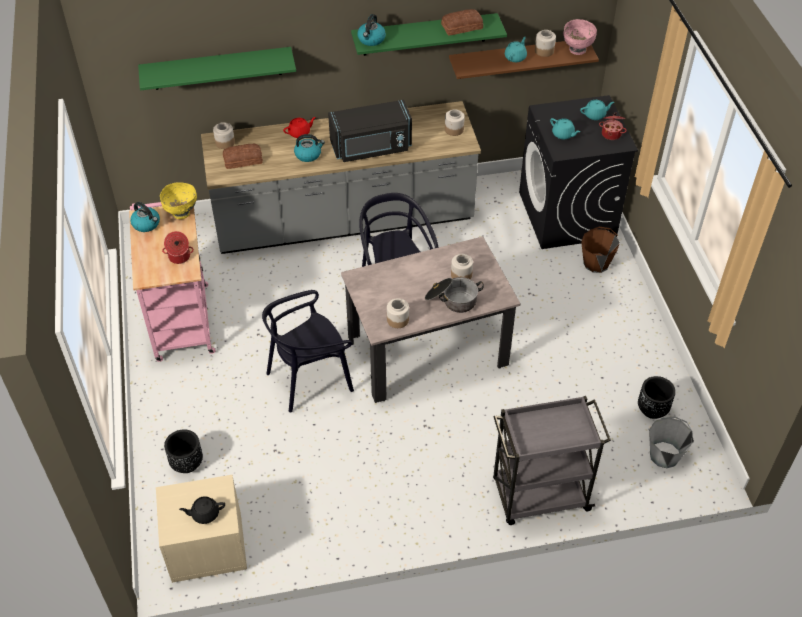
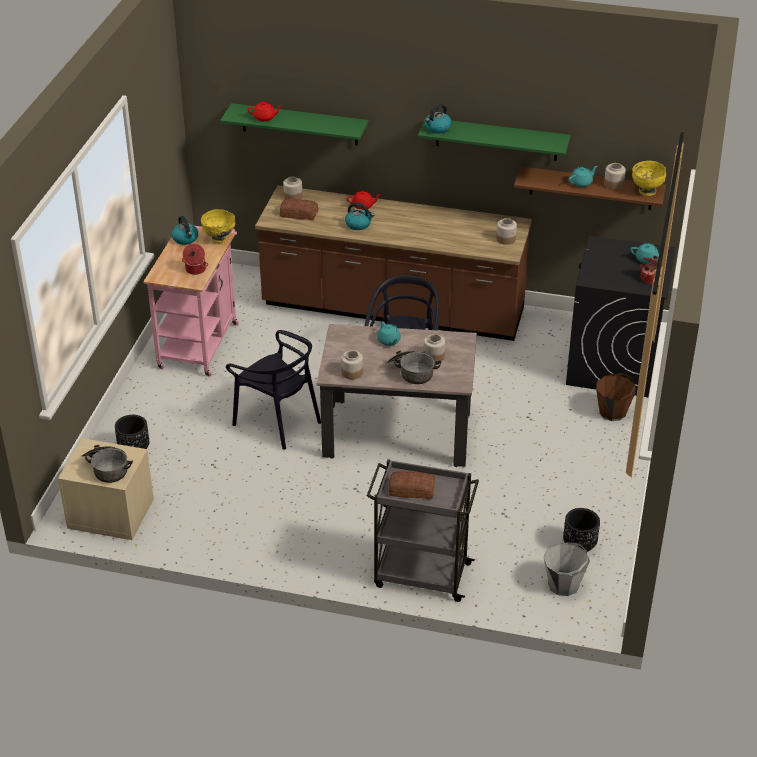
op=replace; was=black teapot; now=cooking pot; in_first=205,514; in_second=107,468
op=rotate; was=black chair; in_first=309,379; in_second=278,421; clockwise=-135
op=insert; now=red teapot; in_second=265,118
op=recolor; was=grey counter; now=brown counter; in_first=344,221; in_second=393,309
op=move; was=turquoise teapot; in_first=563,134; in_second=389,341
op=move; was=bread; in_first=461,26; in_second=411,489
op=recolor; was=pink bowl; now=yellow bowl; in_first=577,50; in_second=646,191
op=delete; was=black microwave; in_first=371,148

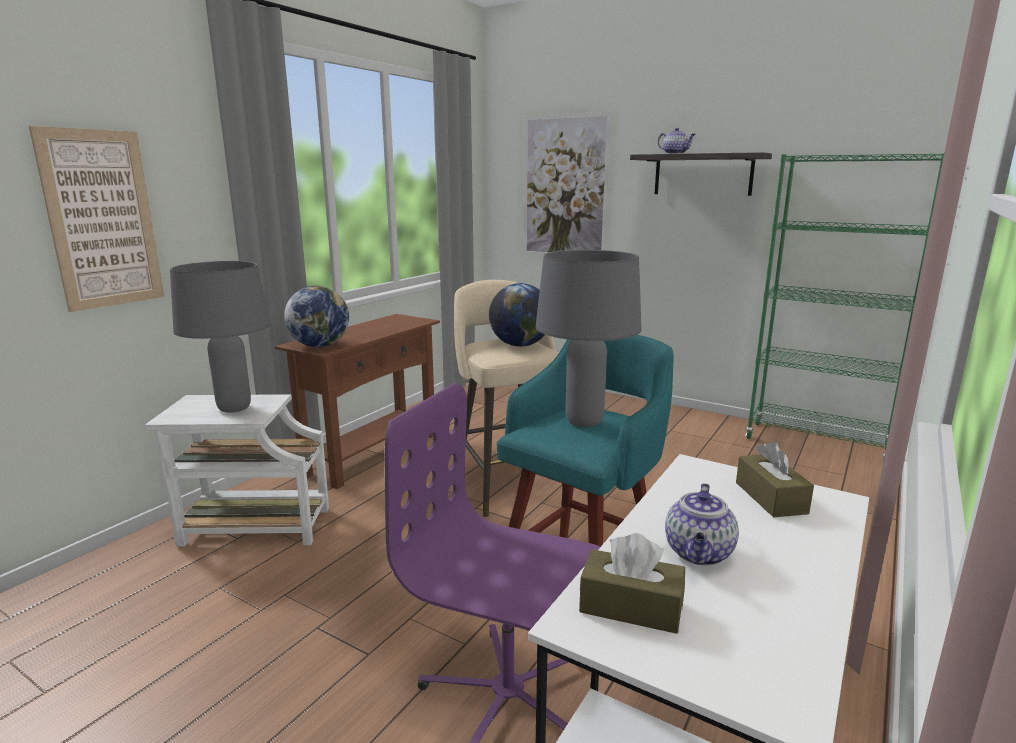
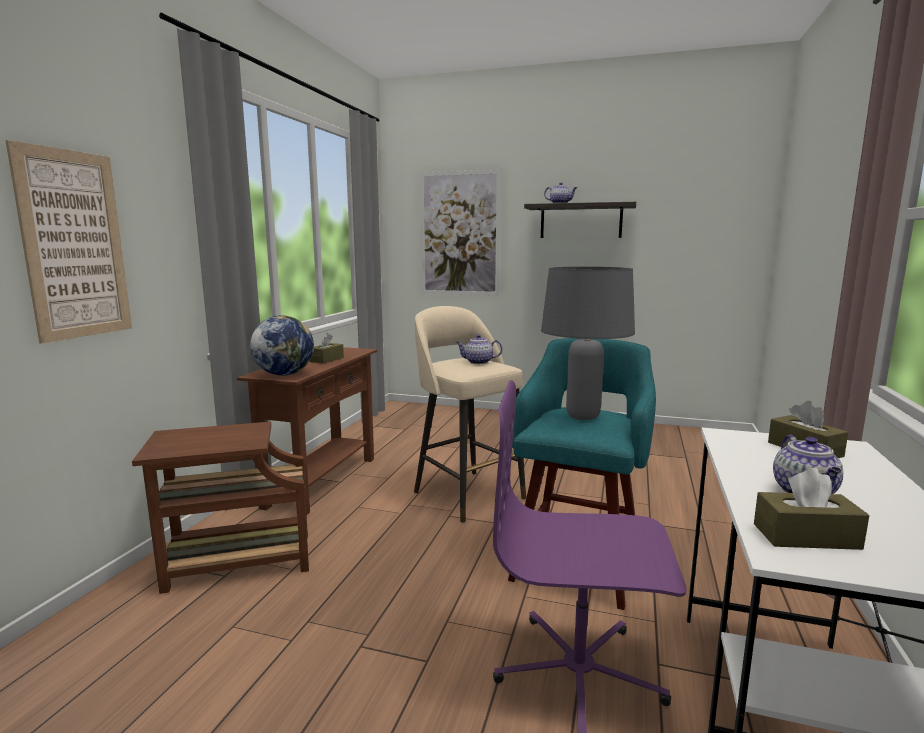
op=recolor; was=white side table; now=brown side table; in_first=252,527; in_second=235,563
op=insert; now=brown tissue box; in_second=327,359
op=replace; was=globe; now=teapot; in_first=519,345; in_second=478,362
op=delete; was=grey table lamp; in_first=233,408
op=delete; was=green bookcase; in_first=816,444

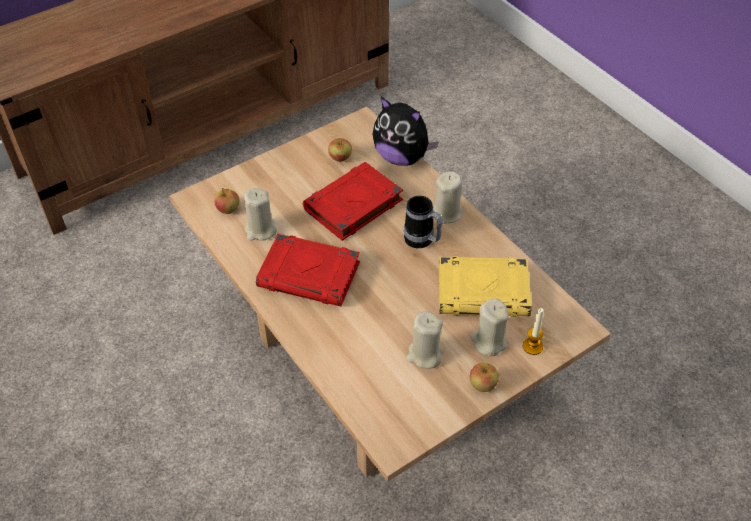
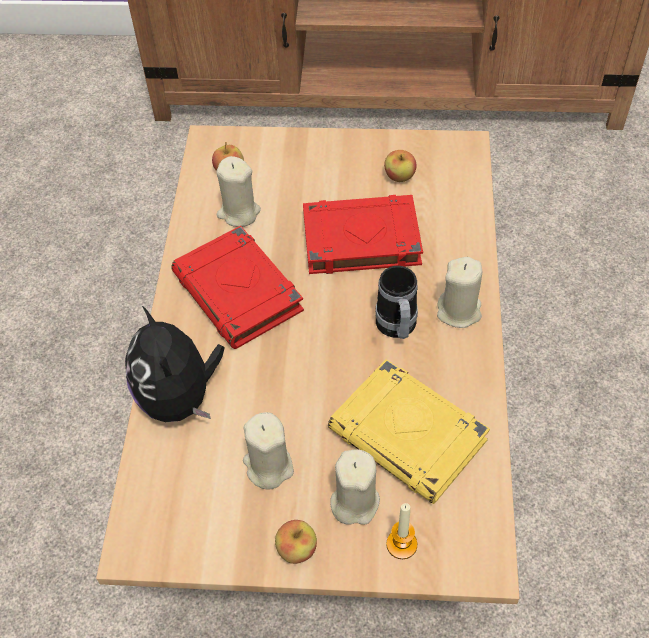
op=move; was=plush toy; in_first=402,157; in_second=180,398

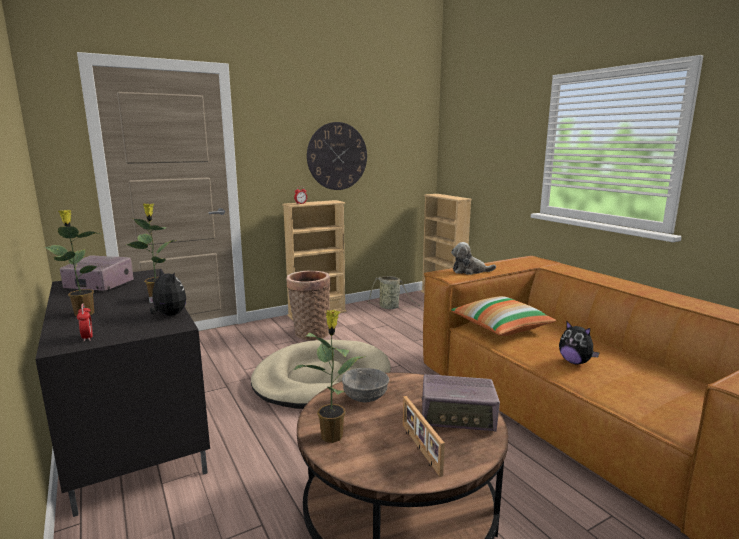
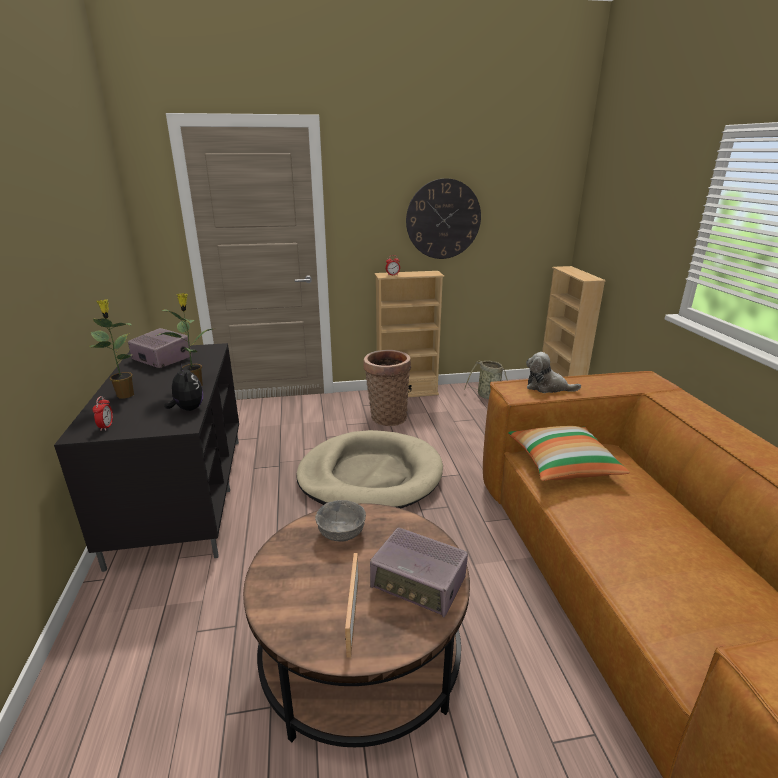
op=delete; was=potted plant; in_first=332,435
op=delete; was=plush toy; in_first=575,362

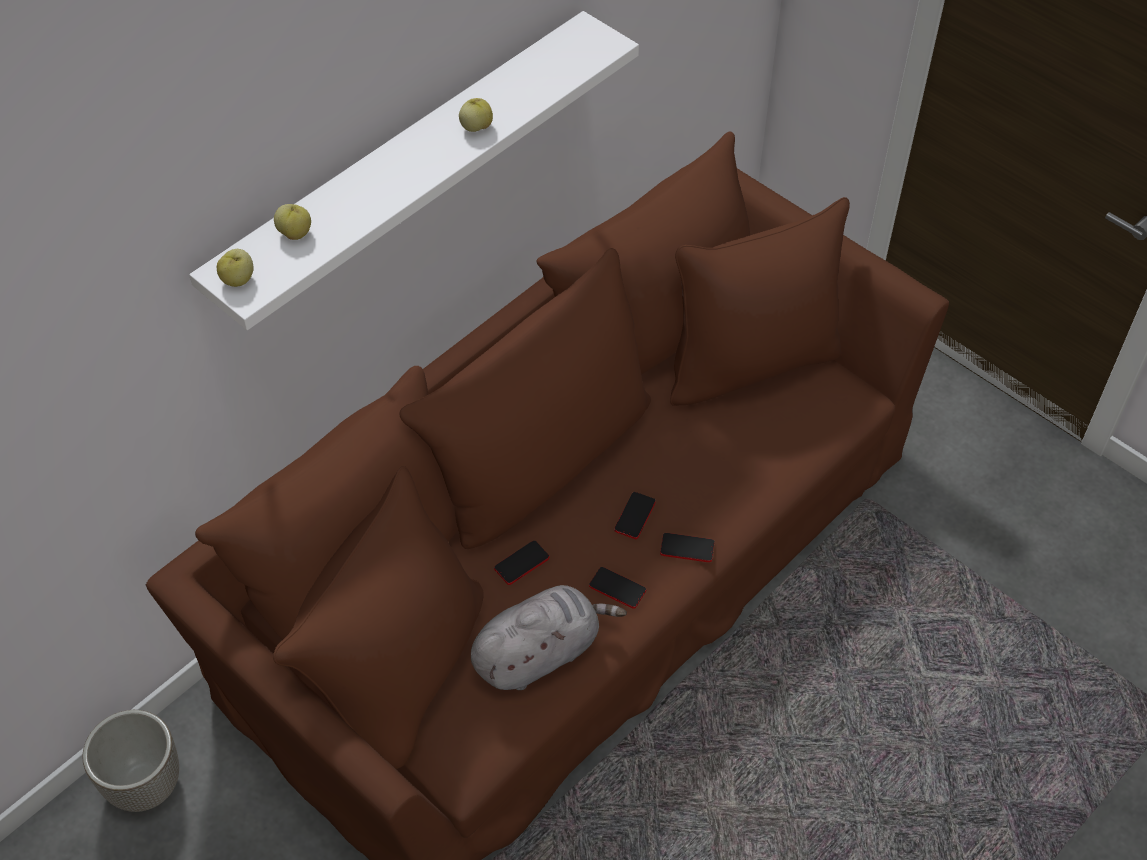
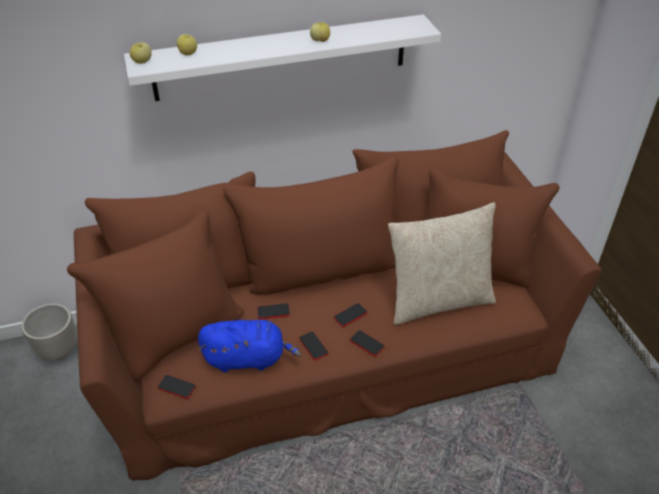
op=insert; now=phone; in_second=176,387
op=recolor; was=grey plush toy; now=blue plush toy; in_first=540,653; in_second=248,359
op=insert; now=beige pillow; in_second=438,300

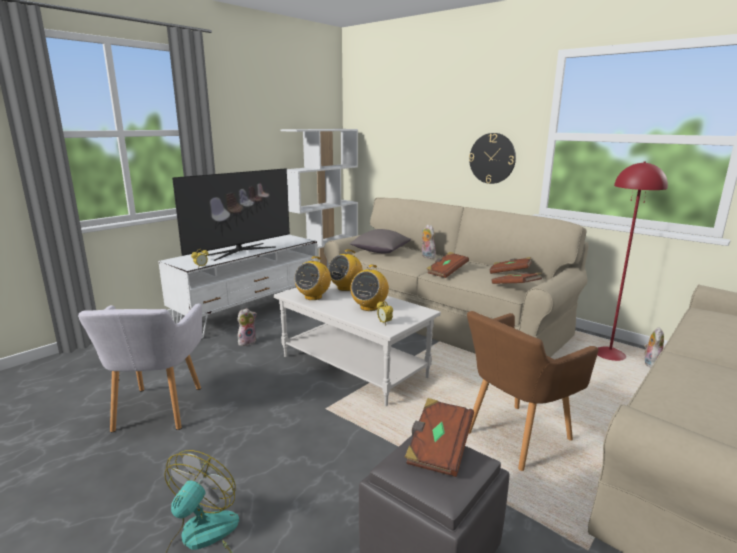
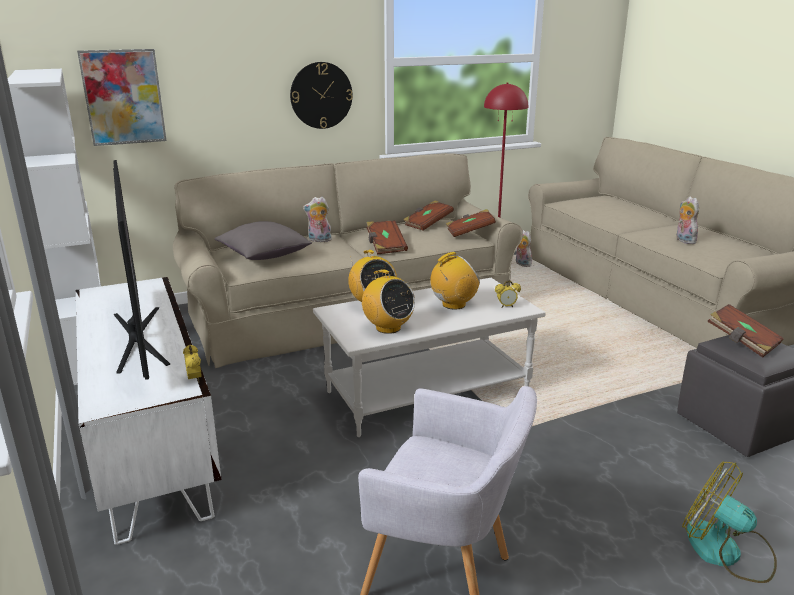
op=insert; now=picture; in_second=123,97
op=rotate; was=radio; in_first=369,307; in_second=453,304; clockwise=-75
op=move; was=plush toy; in_first=247,342; in_second=683,240
op=delete; was=brown armchair; in_first=514,437

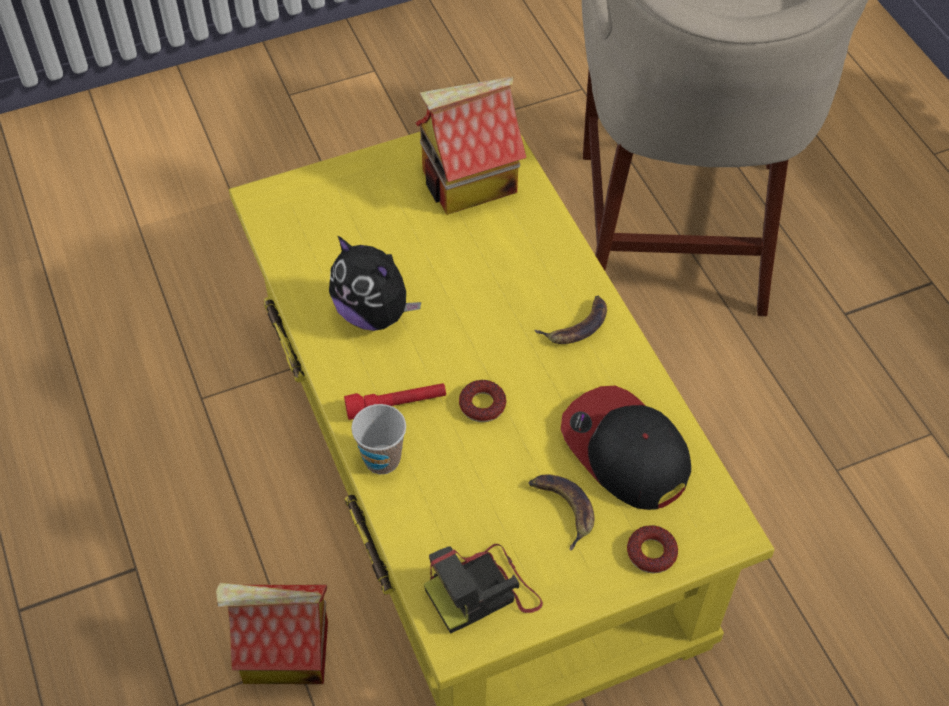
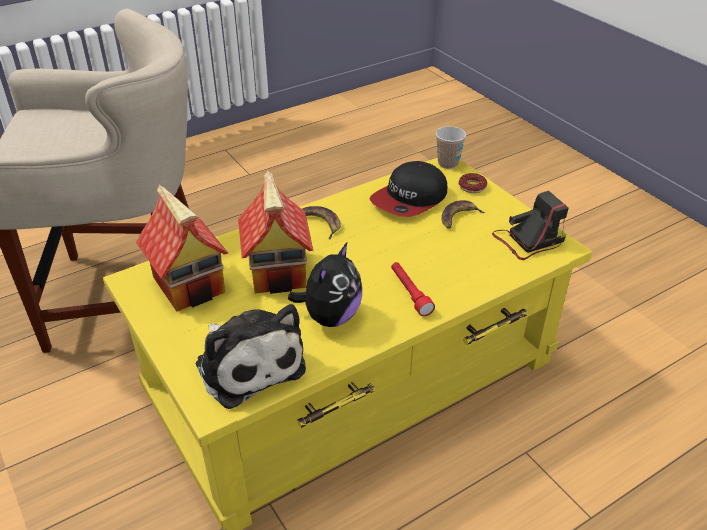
op=insert; now=plush toy; in_second=248,364
op=move; was=toy house; in_first=284,653; in_second=279,272
op=move; was=cup; in_first=382,459; in_second=448,163
op=rotate; was=photo camera; in_first=483,592; in_second=528,241; clockwise=-75
op=delete; was=donut; in_first=482,405

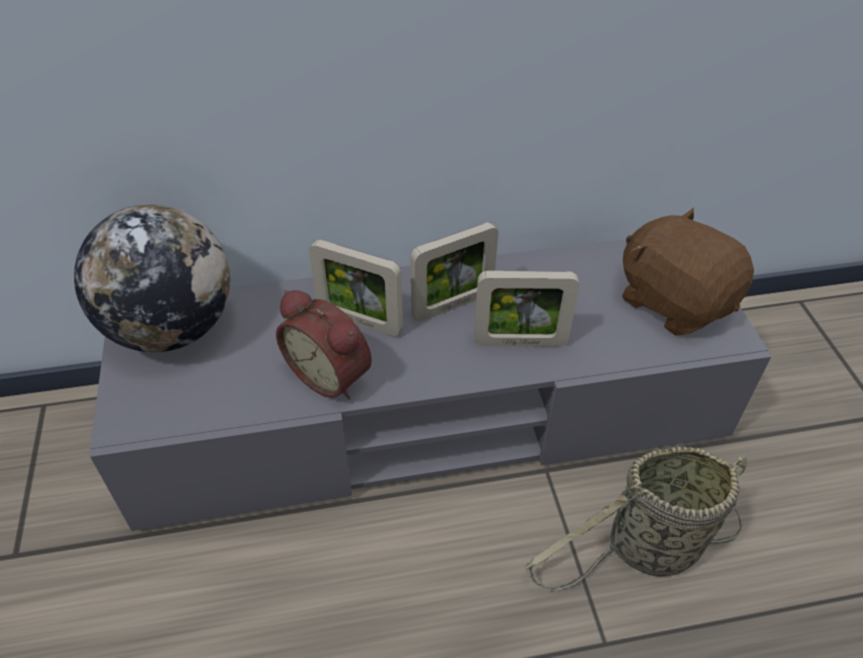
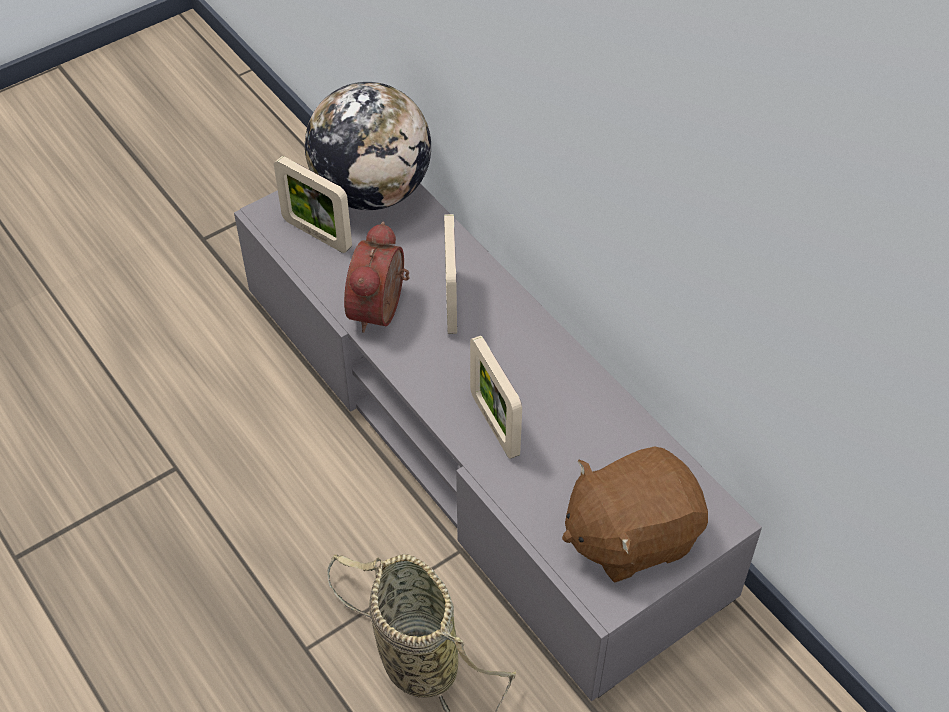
op=move; was=picture frame; in_first=452,305; in_second=317,234
op=rotate; was=brown plush toy; in_first=674,301; in_second=630,535; clockwise=-135

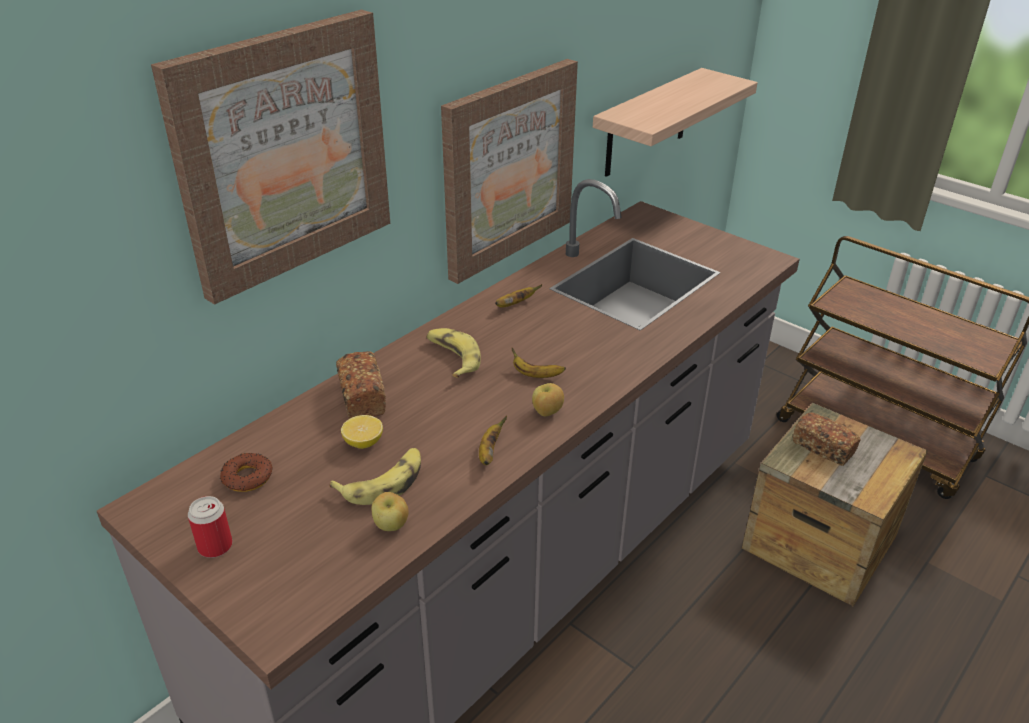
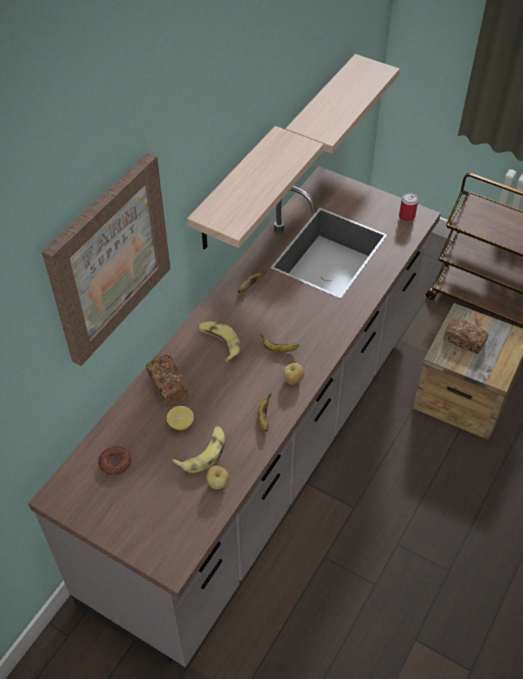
op=replace; was=picture; now=shelf; in_first=507,168; in_second=233,192
op=move; was=can; in_first=215,546; in_second=406,217

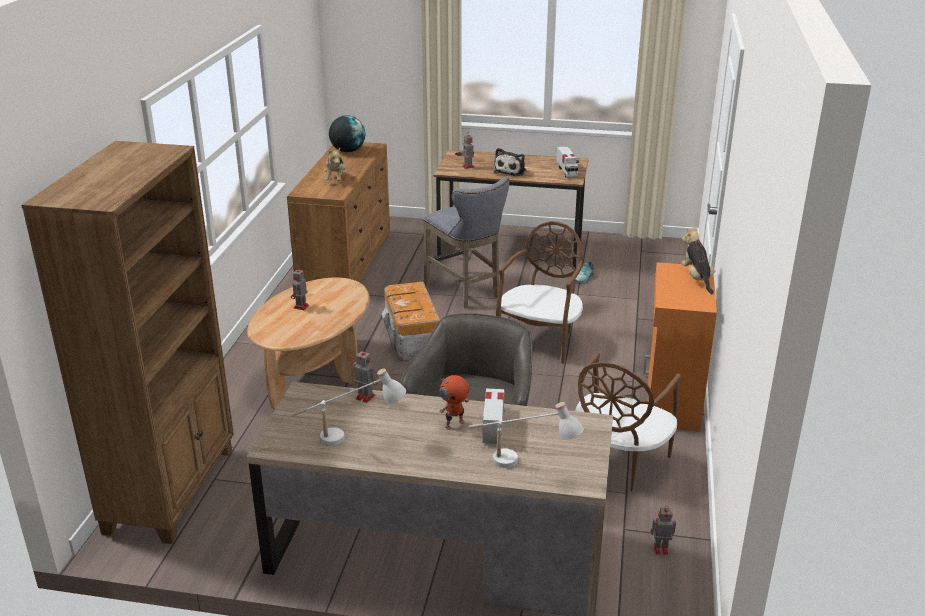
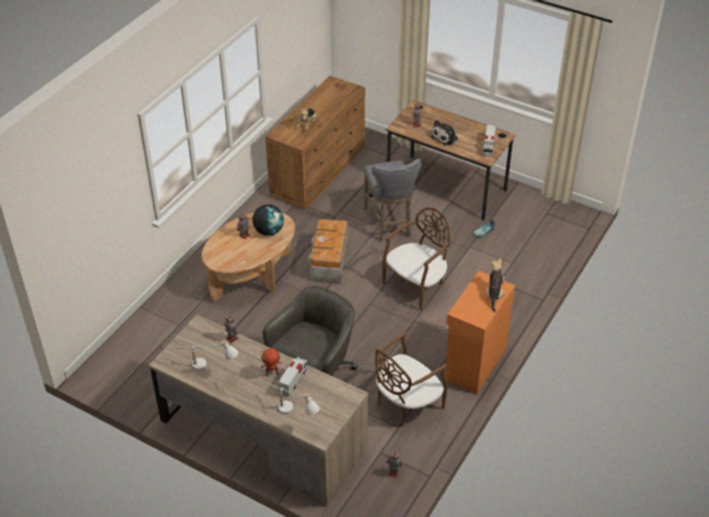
op=move; was=globe; in_first=348,151; in_second=269,231
op=delete; was=brown bookcase; in_first=172,489

